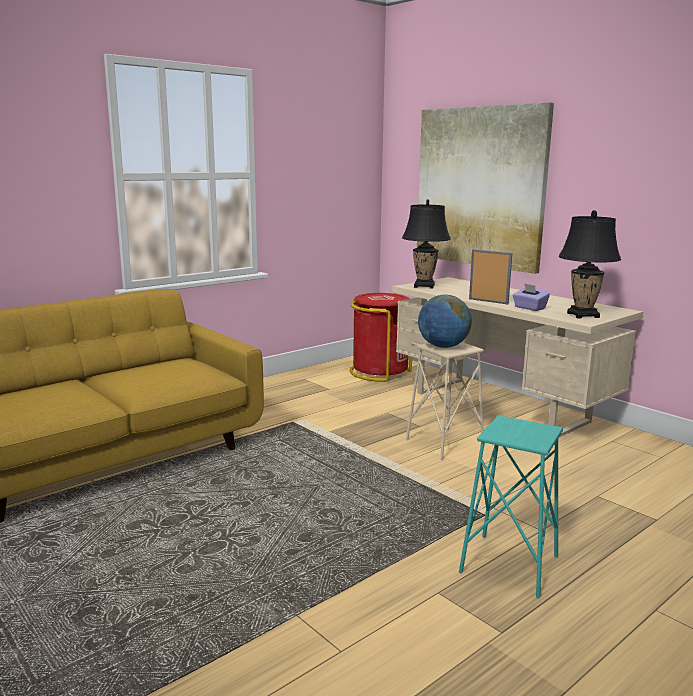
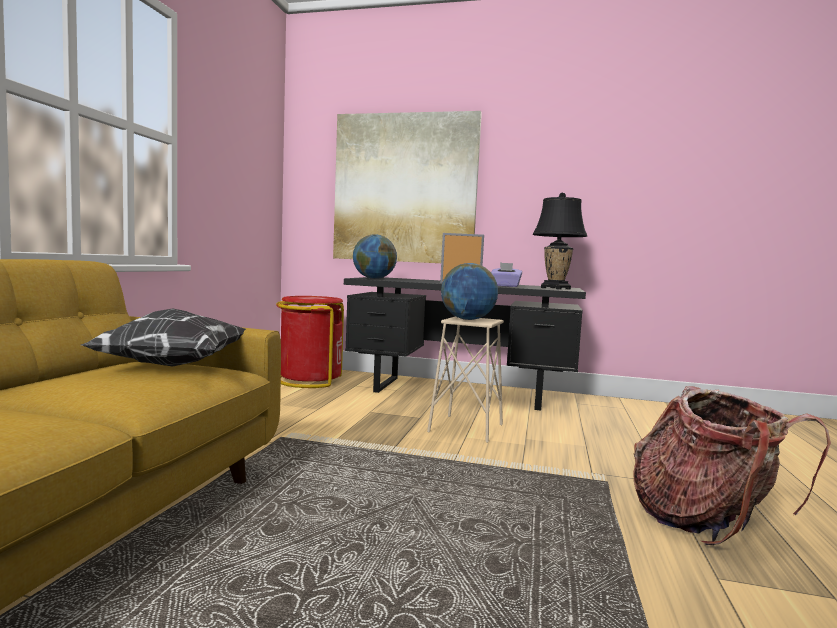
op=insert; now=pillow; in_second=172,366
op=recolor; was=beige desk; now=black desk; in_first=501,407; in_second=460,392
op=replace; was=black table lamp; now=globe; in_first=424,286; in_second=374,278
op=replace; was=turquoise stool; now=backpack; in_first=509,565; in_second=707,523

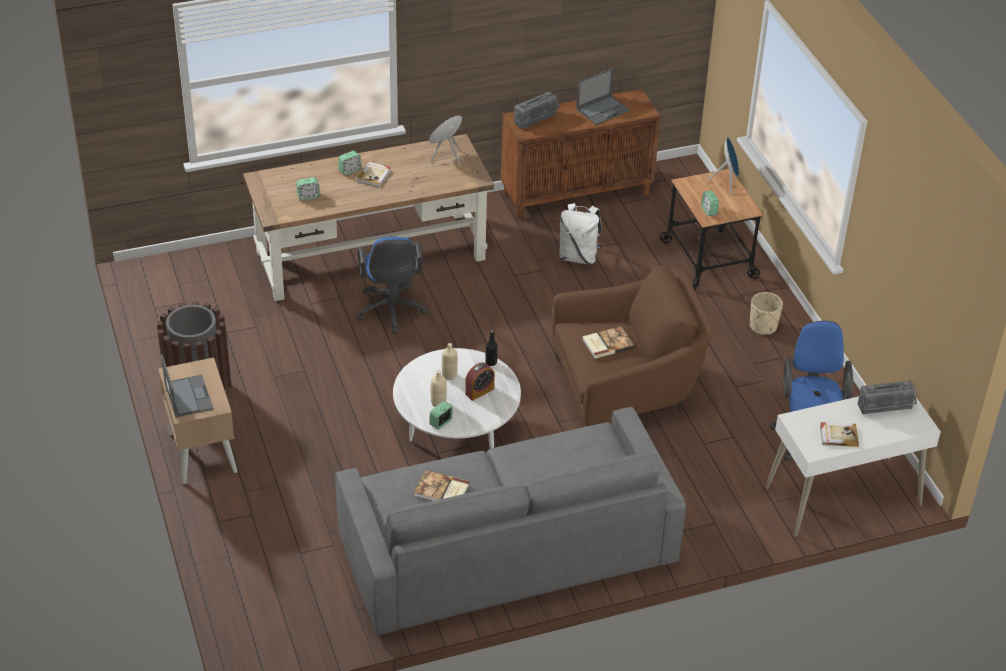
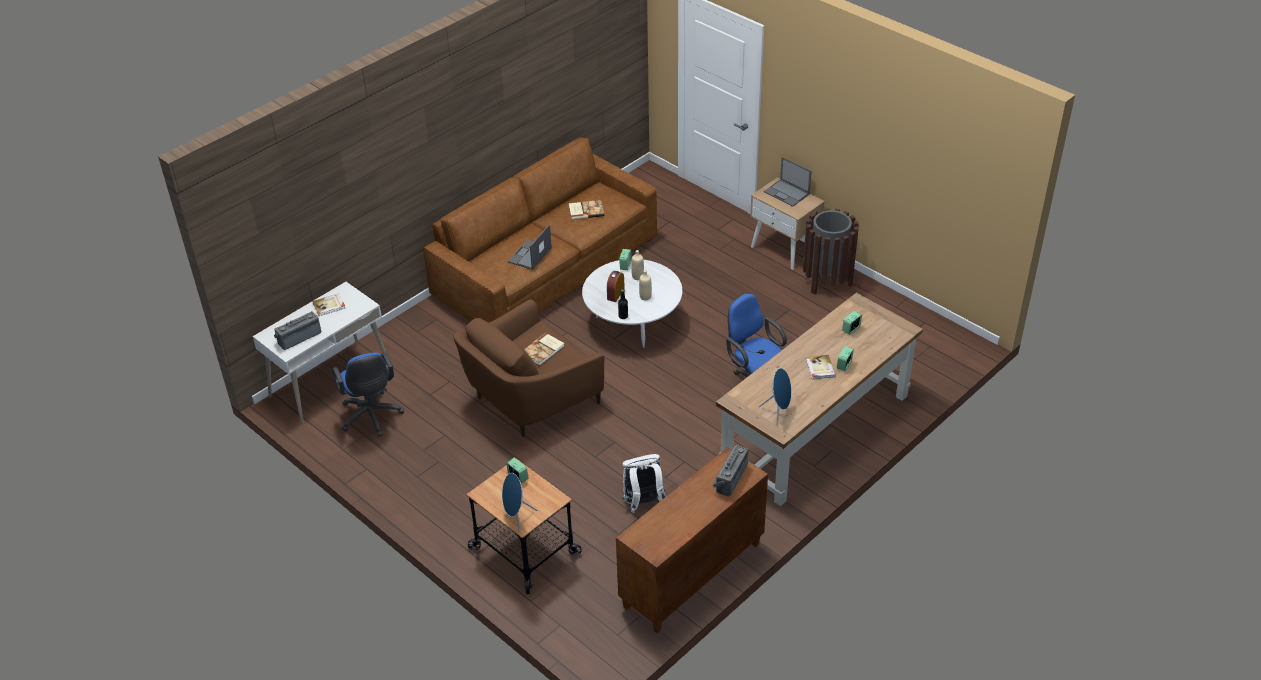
op=recolor; was=grey sofa; now=brown sofa; in_first=506,549; in_second=546,267
op=move; was=laptop; in_first=603,109; in_second=529,255
op=delete; was=beige planter; in_first=763,326

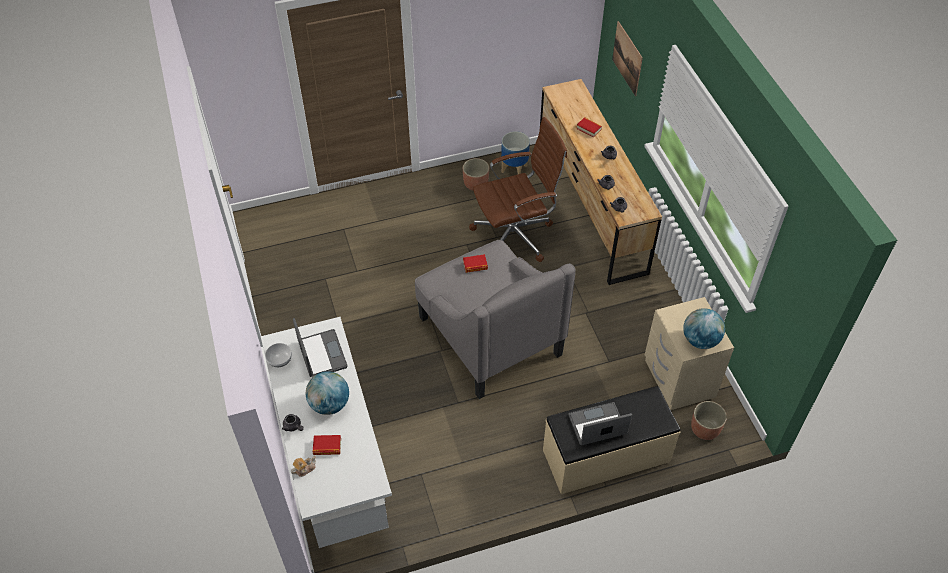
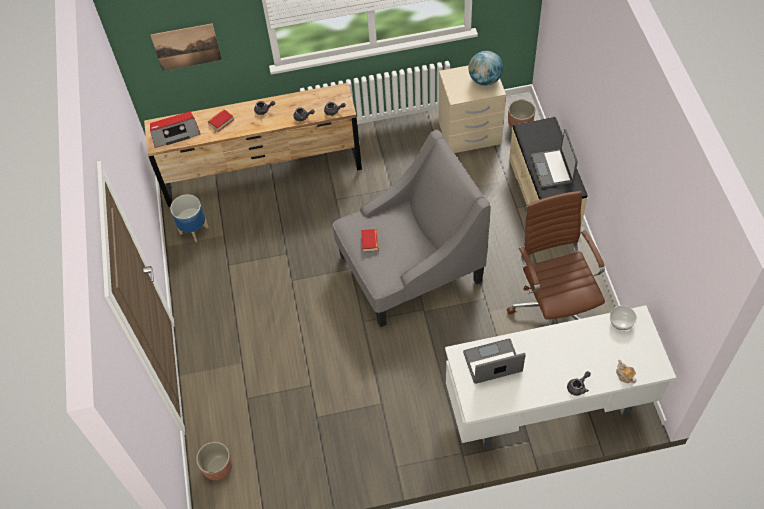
op=insert; now=radio; in_second=175,133
op=move; was=planter; in_first=475,184; in_second=218,467
op=move; was=brown office chair; in_first=515,235; in_second=554,308
op=move; was=bowl; in_first=279,360; in_second=621,322
op=delete; was=globe; in_first=329,404
op=delete; was=book; in_first=327,447

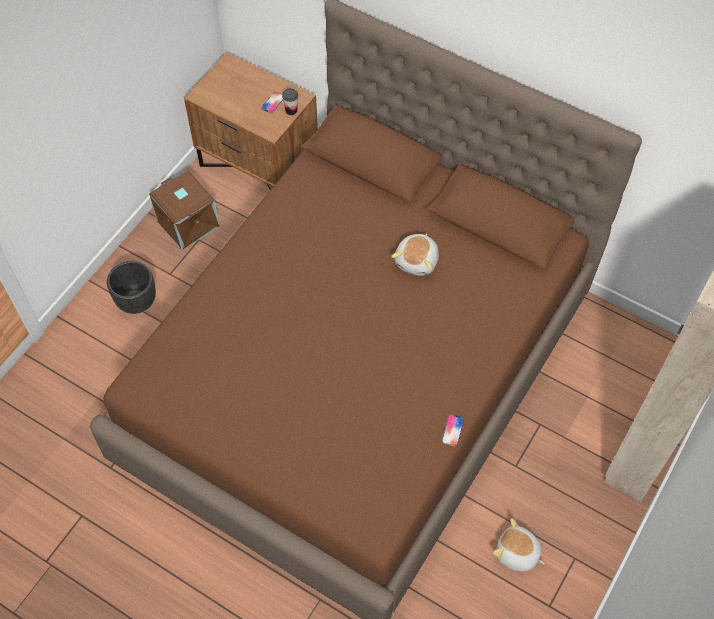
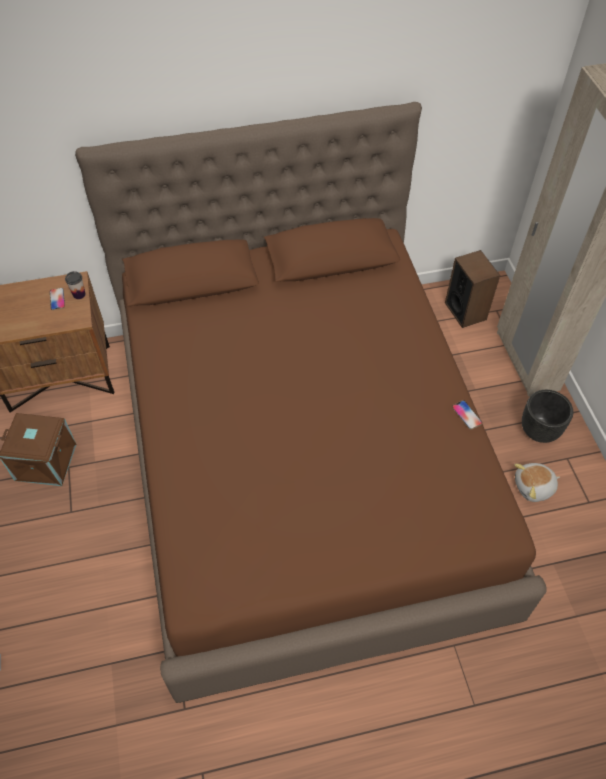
op=insert; now=speaker; in_second=465,311
op=move; was=black planter; in_first=137,302; in_second=539,431
op=delete; was=plush toy; in_first=417,261

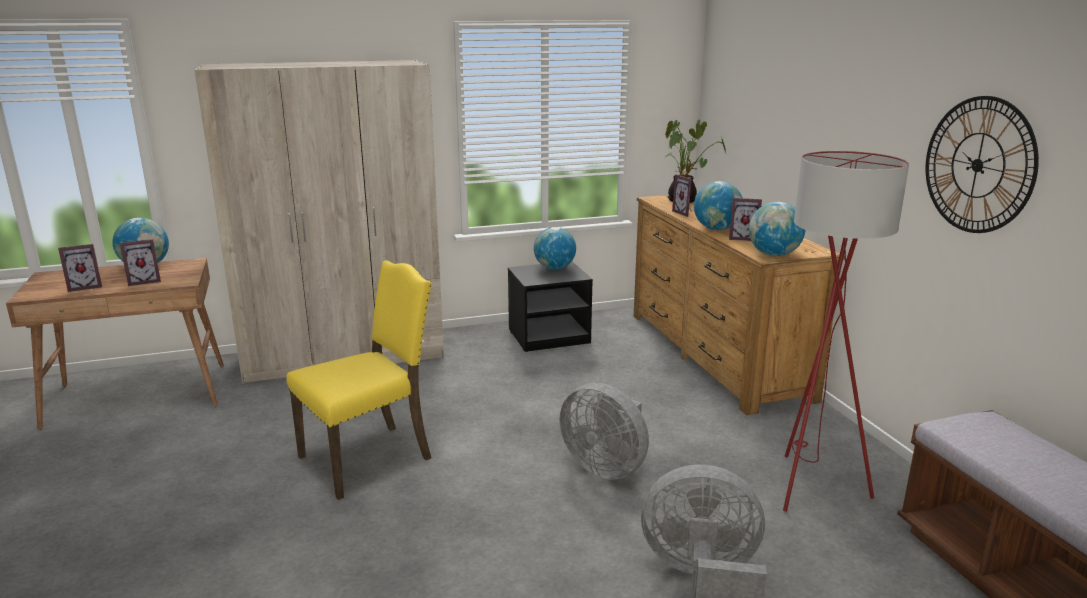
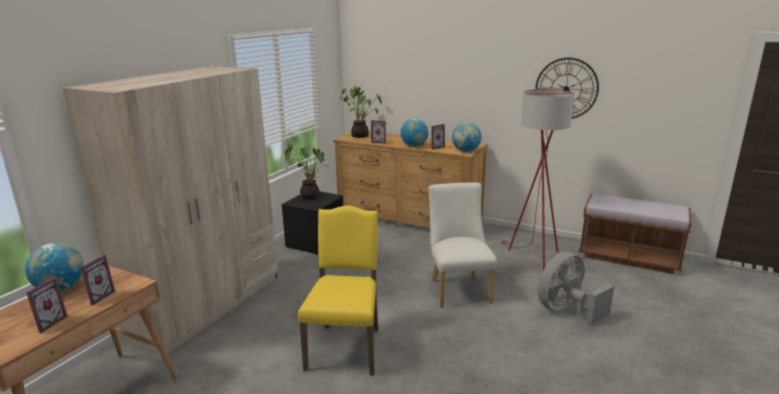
op=replace; was=globe; now=potted plant; in_first=554,268; in_second=310,196
op=replace; was=grey fan; now=white chair; in_first=605,467; in_second=458,288

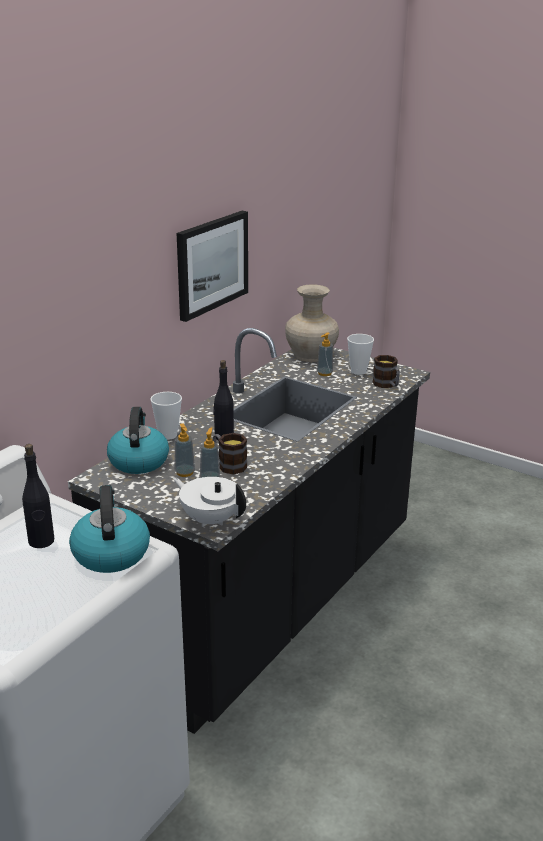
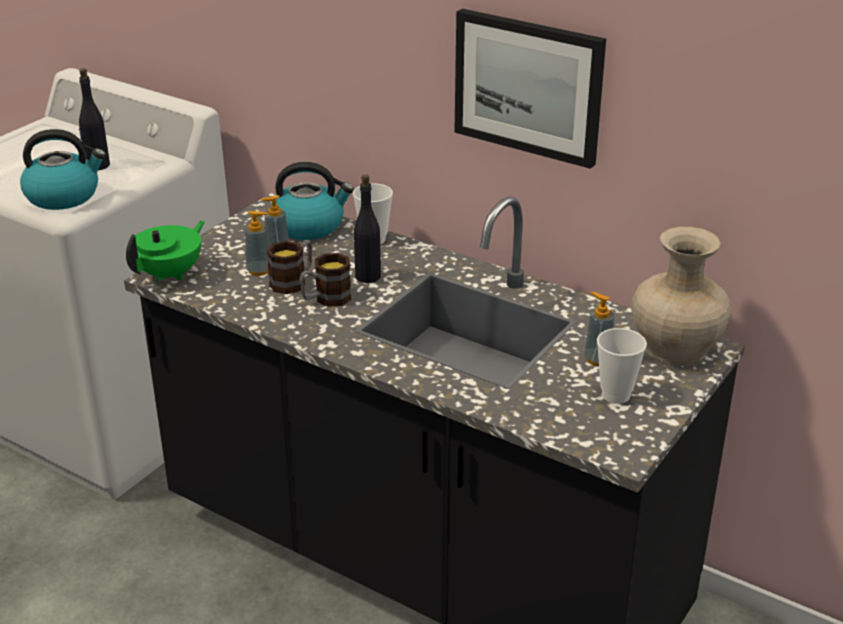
op=recolor; was=white teapot; now=green teapot; in_first=210,519; in_second=170,274
op=move; was=mug; in_first=387,385; in_second=326,299

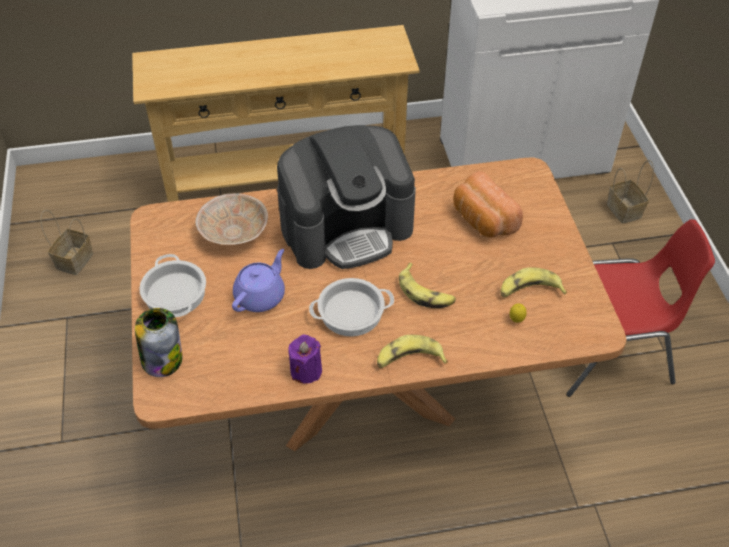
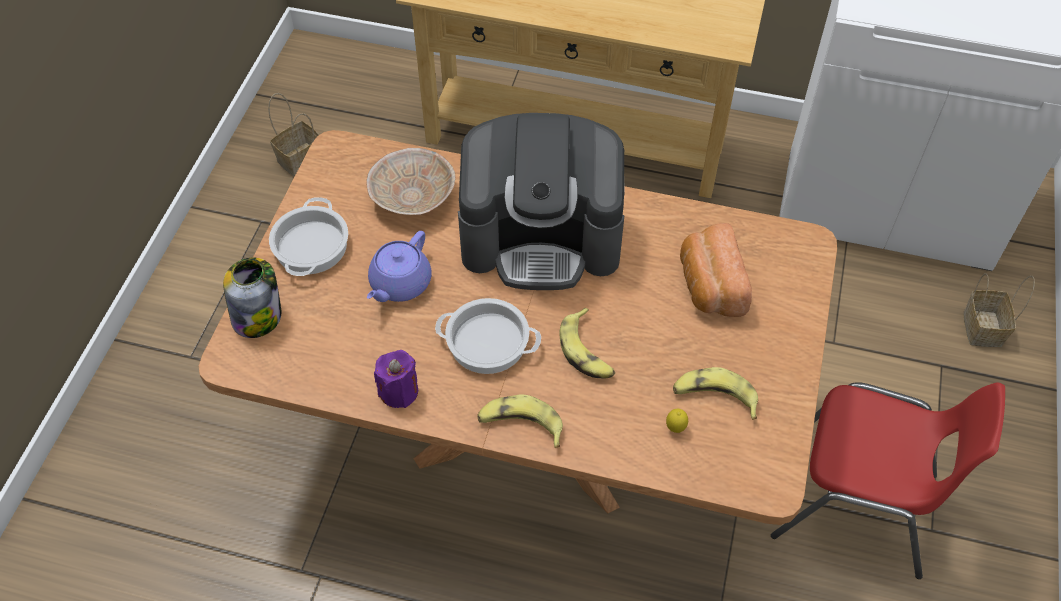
op=rotate; was=purple teapot; in_first=261,296; in_second=399,284; clockwise=150

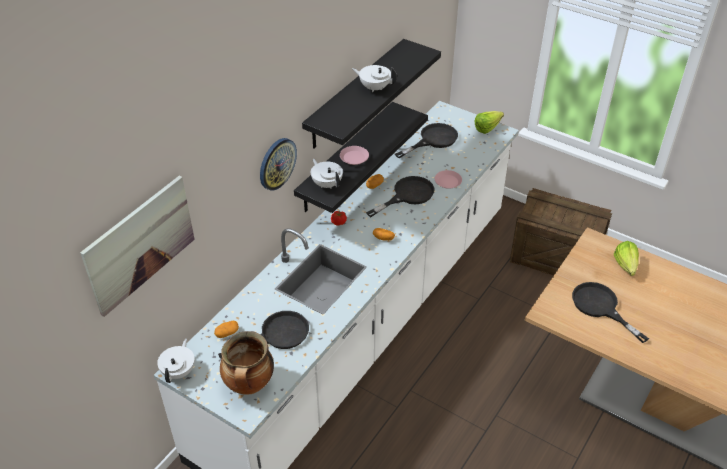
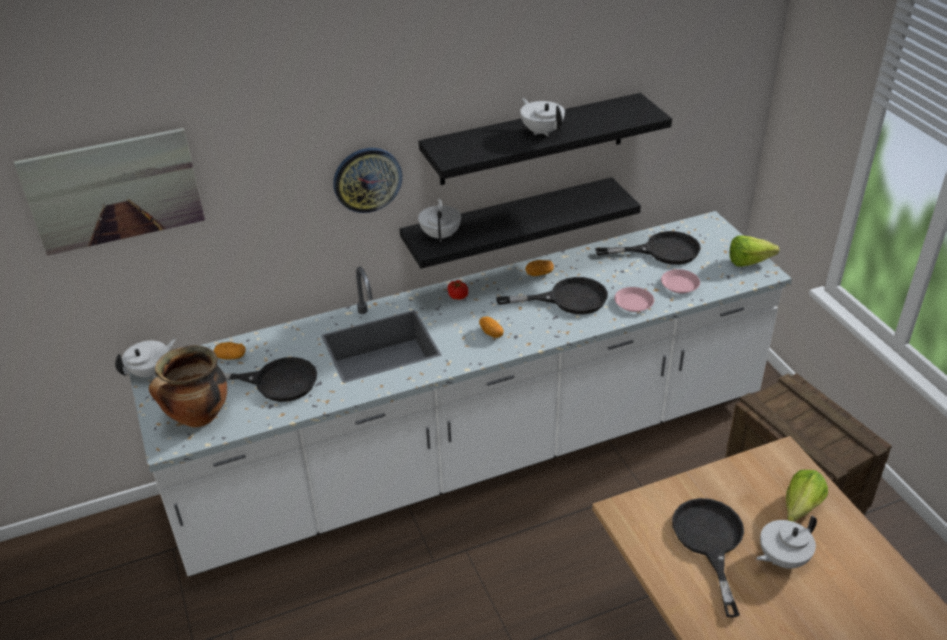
op=move; was=pink plate; in_first=354,158; in_second=679,284
op=insert; now=white teapot; in_second=781,558

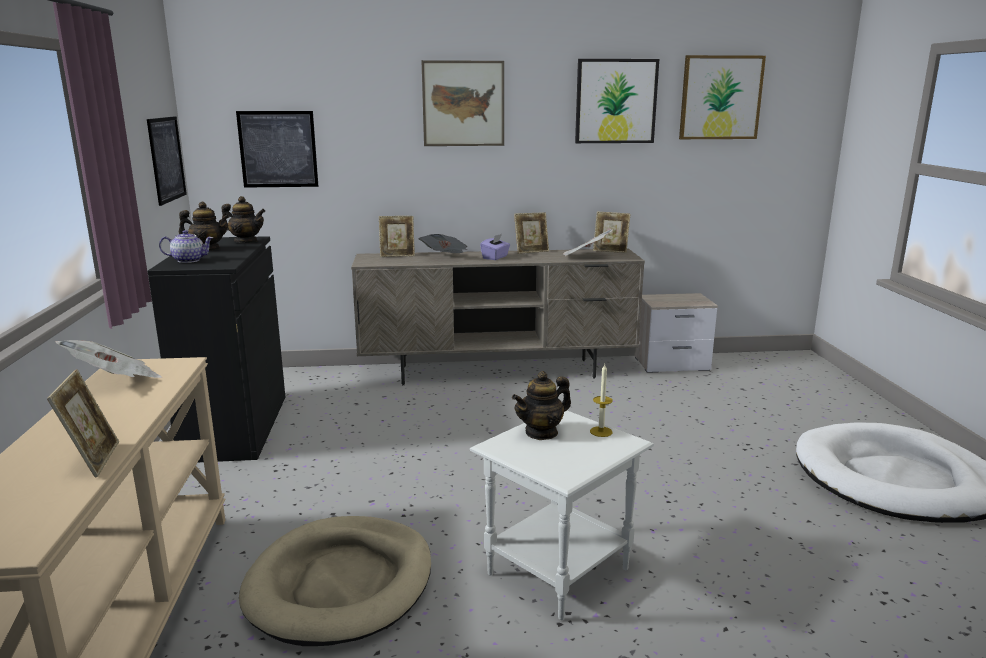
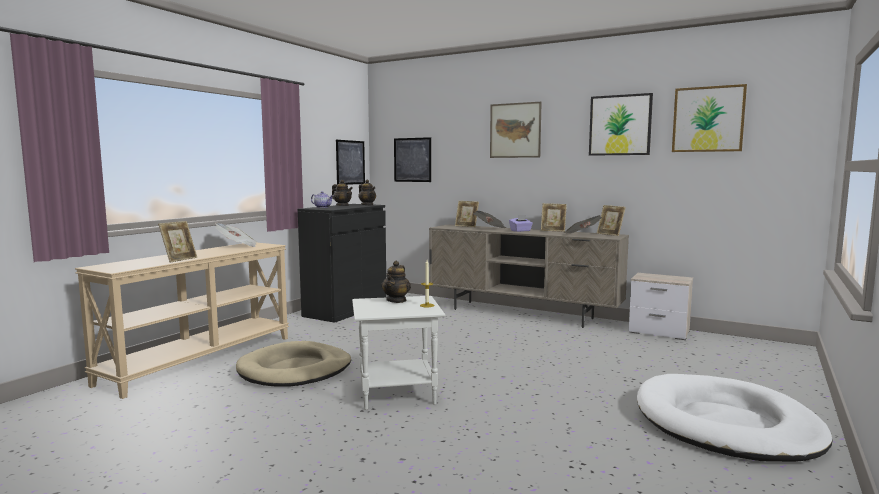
op=rotate; was=teapot; in_first=541,432; in_second=396,300; clockwise=-75

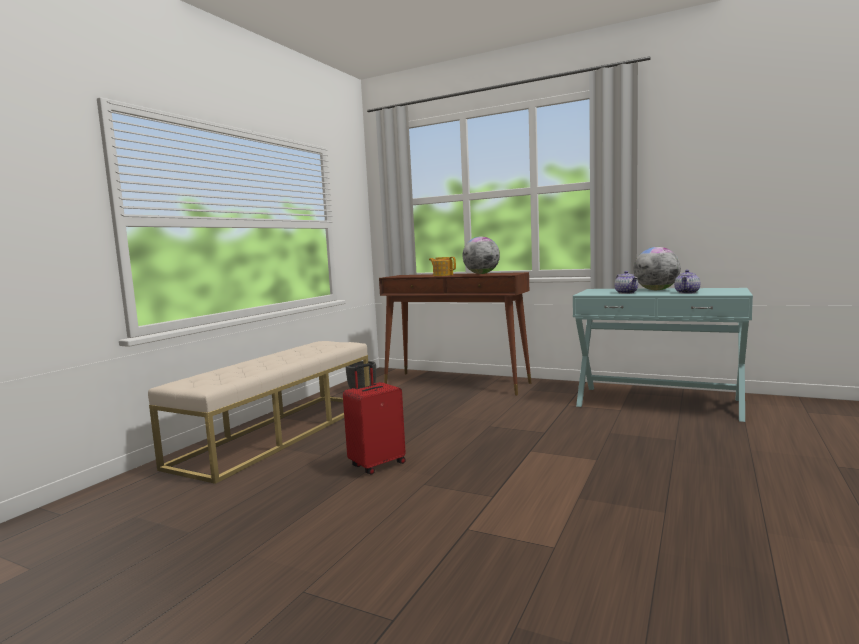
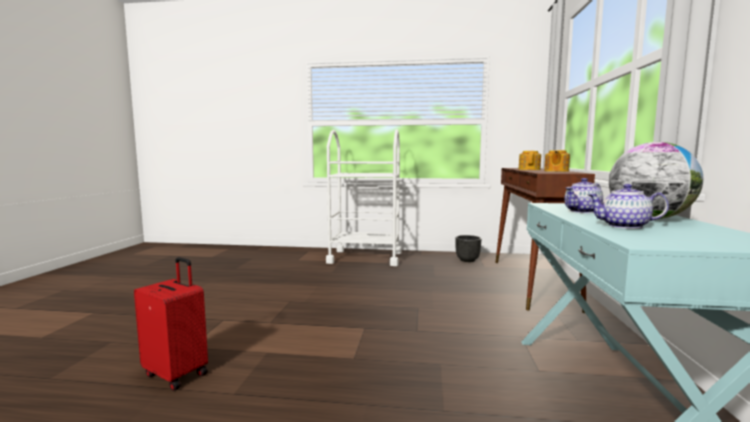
op=move; was=red suitcase; in_first=377,464; in_second=177,373
op=replace; was=beige bench; now=white cart; in_first=280,432; in_second=365,258
op=replace; was=globe; now=teapot; in_first=481,273; in_second=556,171

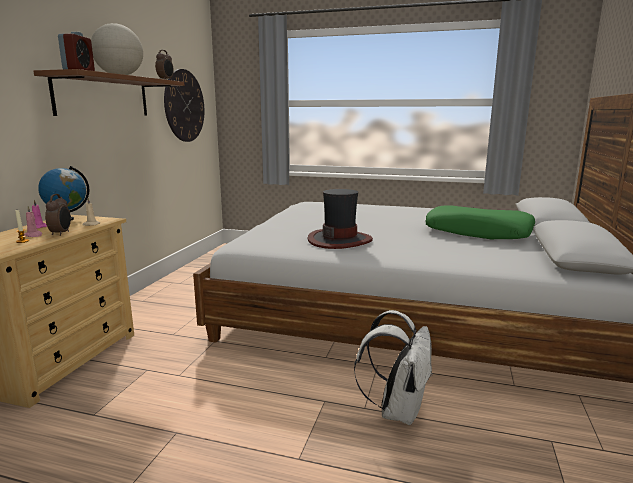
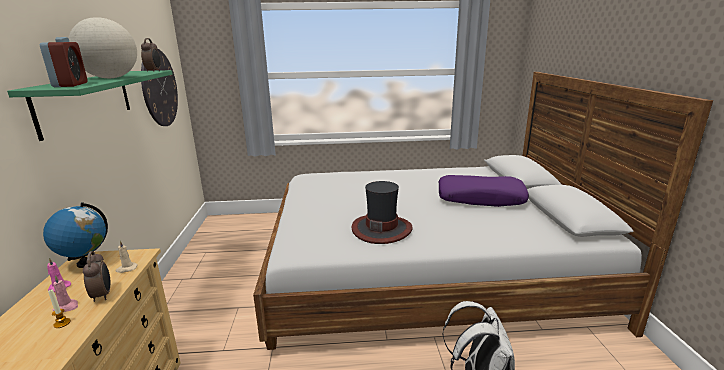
op=recolor; was=brown shelf; now=green shelf; in_first=103,96; in_second=86,101
op=recolor; was=green pillow; now=purple pillow; in_first=478,232; in_second=480,198

